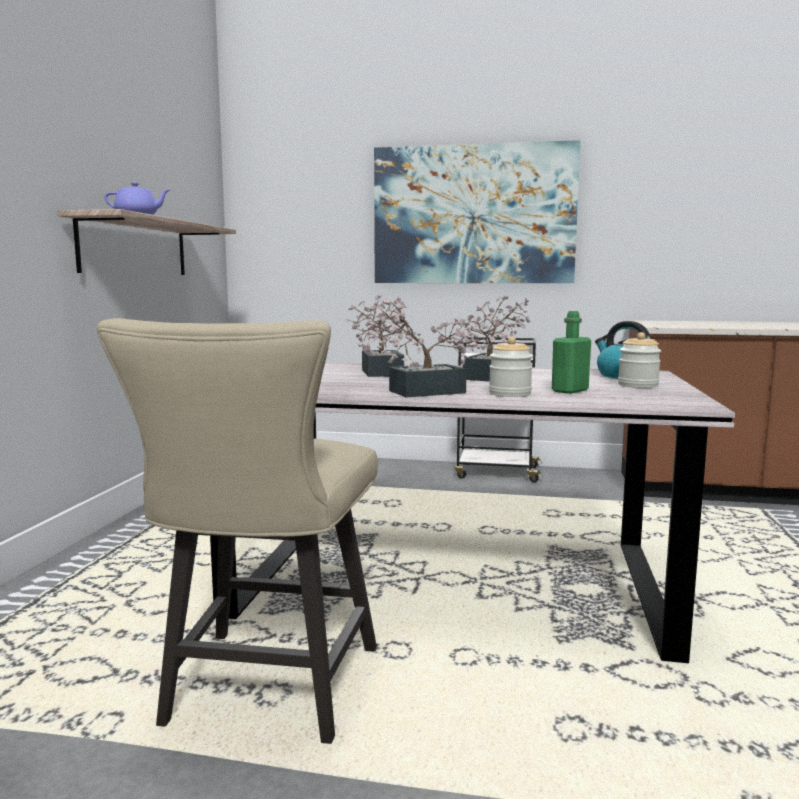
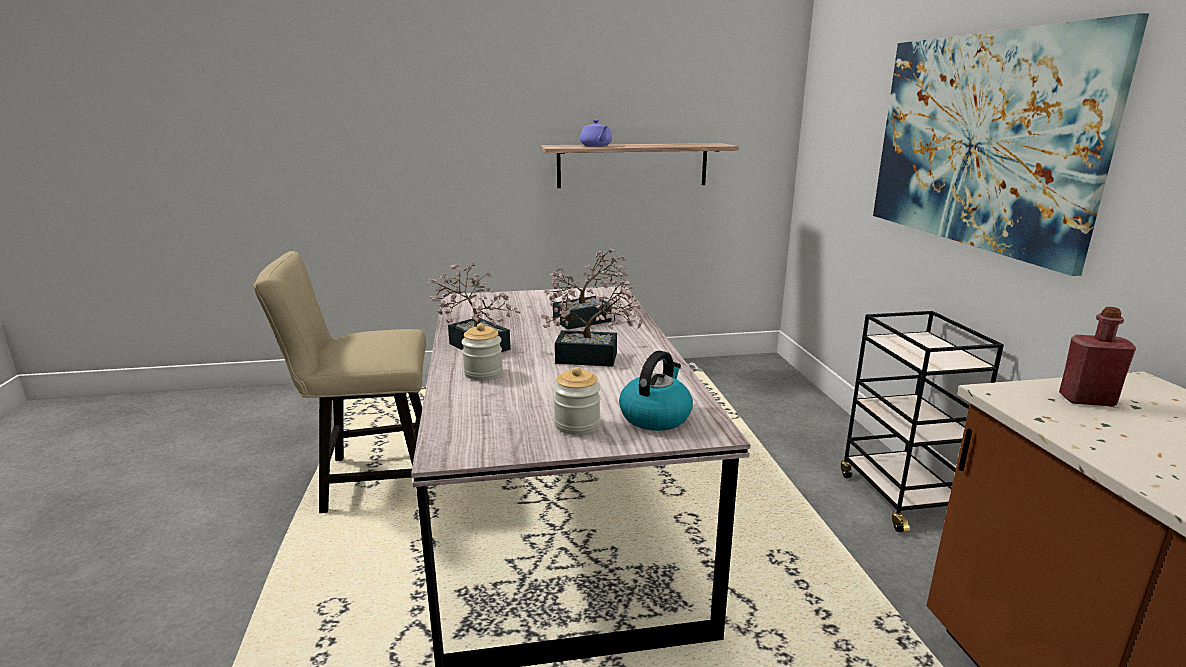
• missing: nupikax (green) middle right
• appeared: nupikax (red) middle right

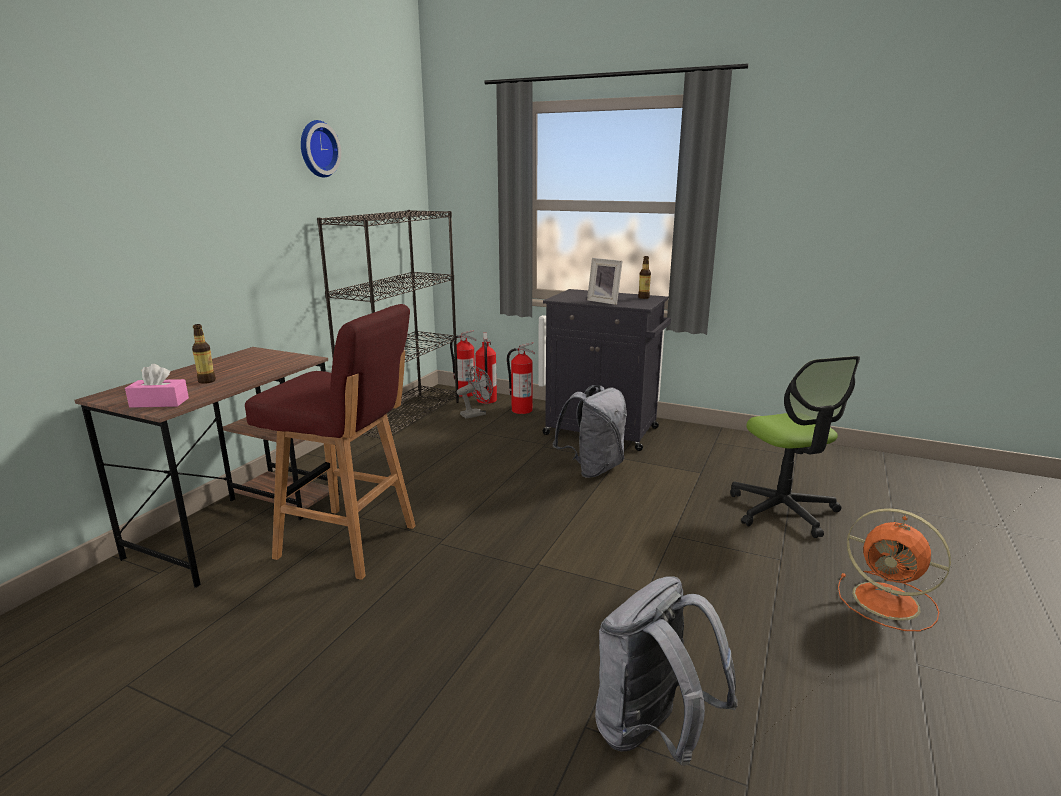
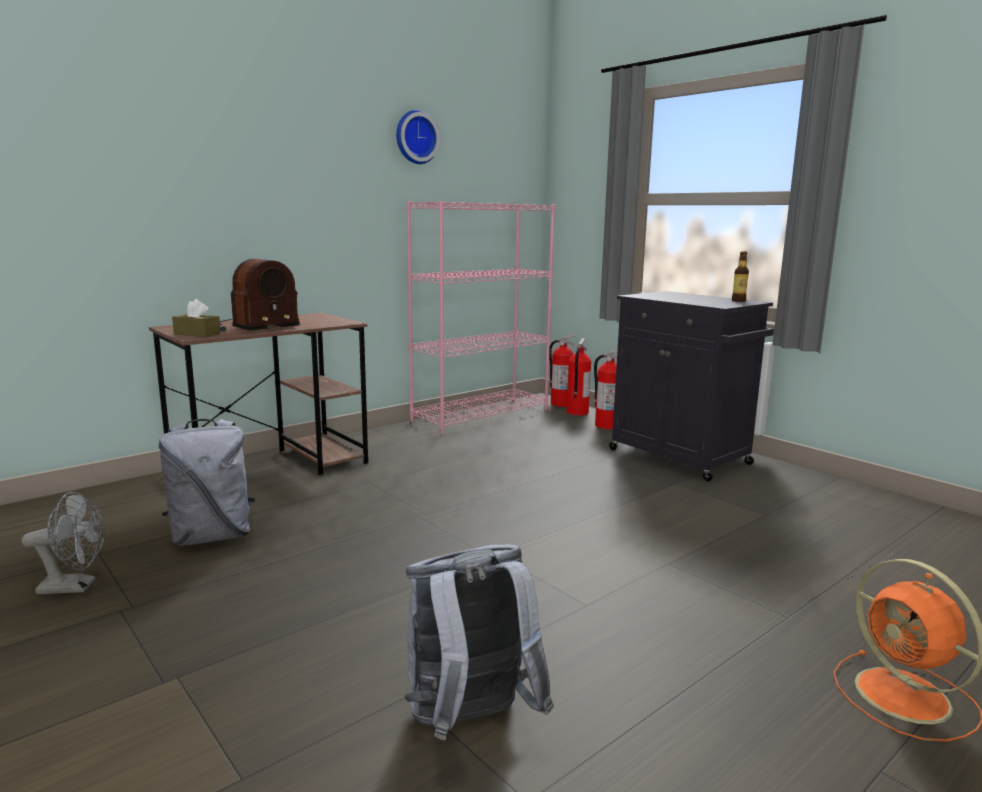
• colour: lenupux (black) centre to lenupux (pink) centre
• missing: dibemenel centre
• missing: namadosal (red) middle left
• exchanged: nupikax (no. 1 from left) middle left to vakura middle left
• missing: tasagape middle right
• colour: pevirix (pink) middle left to pevirix (brown) middle left
• relocated: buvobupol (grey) centre to bottom left
• relocated: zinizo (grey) (no. 1 from left) centre to middle left

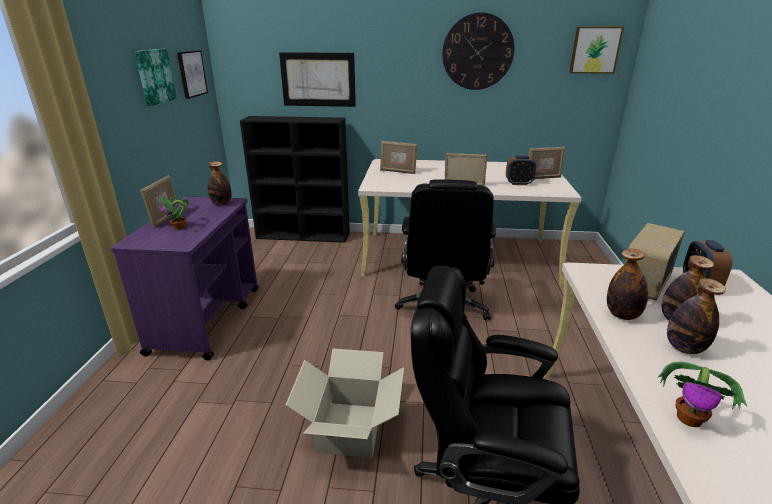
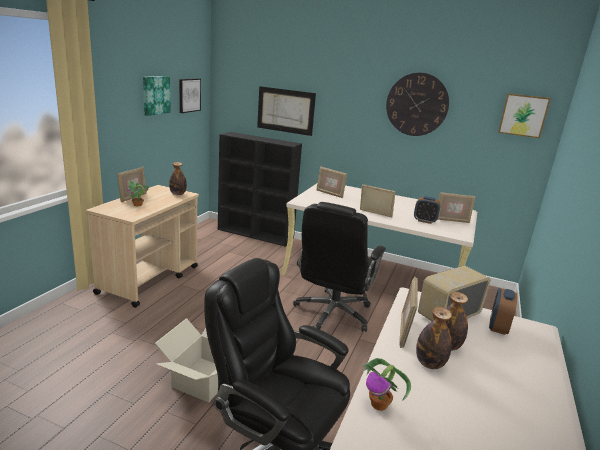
• colour: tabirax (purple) middle left to tabirax (beige) middle left
• exchanged: nupikax (no. 2 from left) middle right to dibemenel (no. 4 from left) bottom right

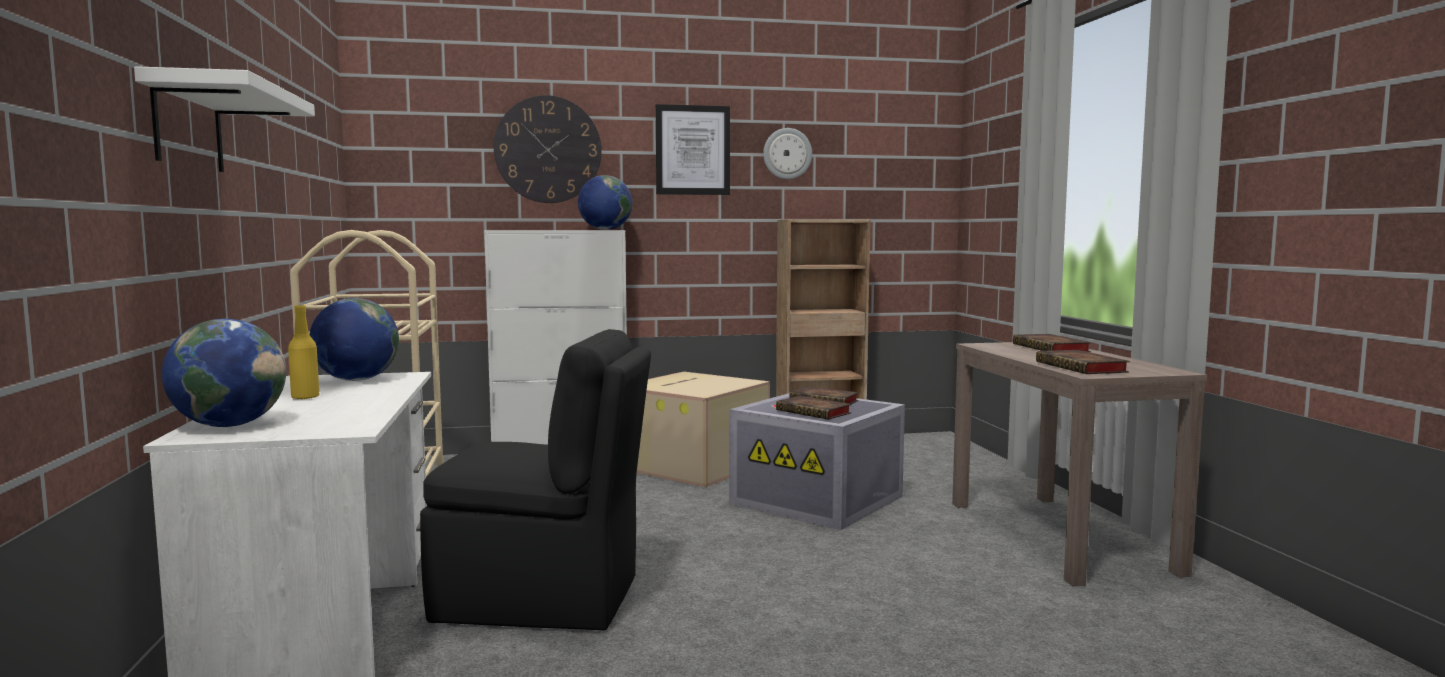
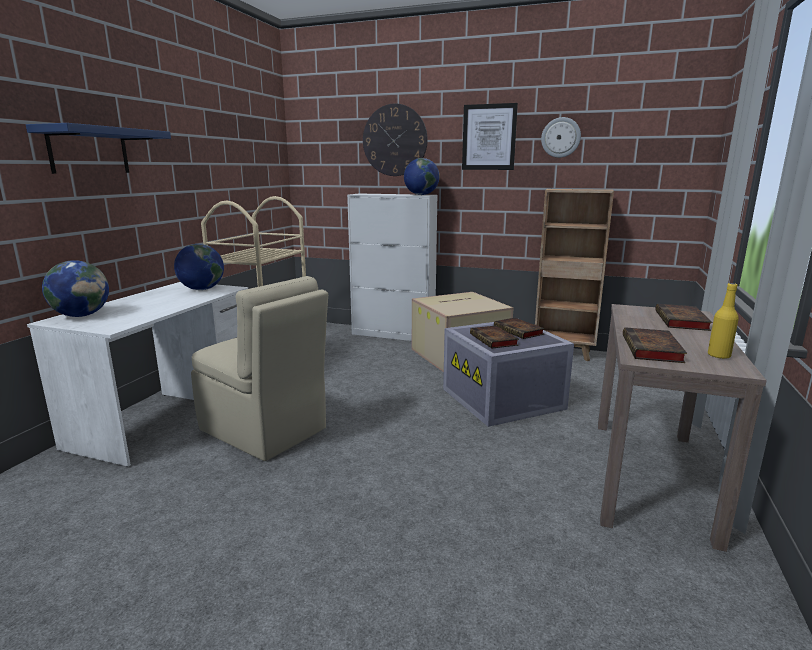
• colour: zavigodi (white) top left to zavigodi (blue) top left
• relocated: nupikax (yellow) middle left to middle right
• colour: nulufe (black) bottom centre to nulufe (beige) middle left

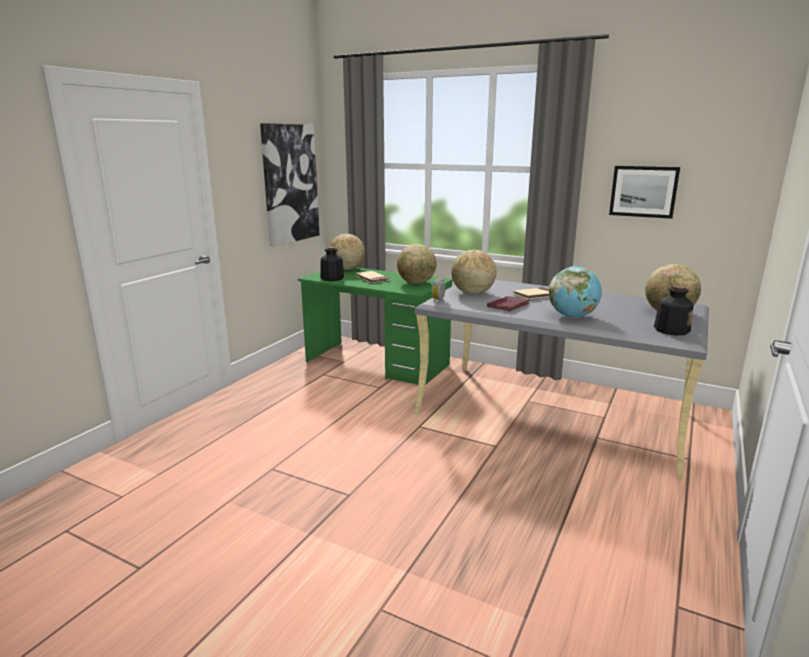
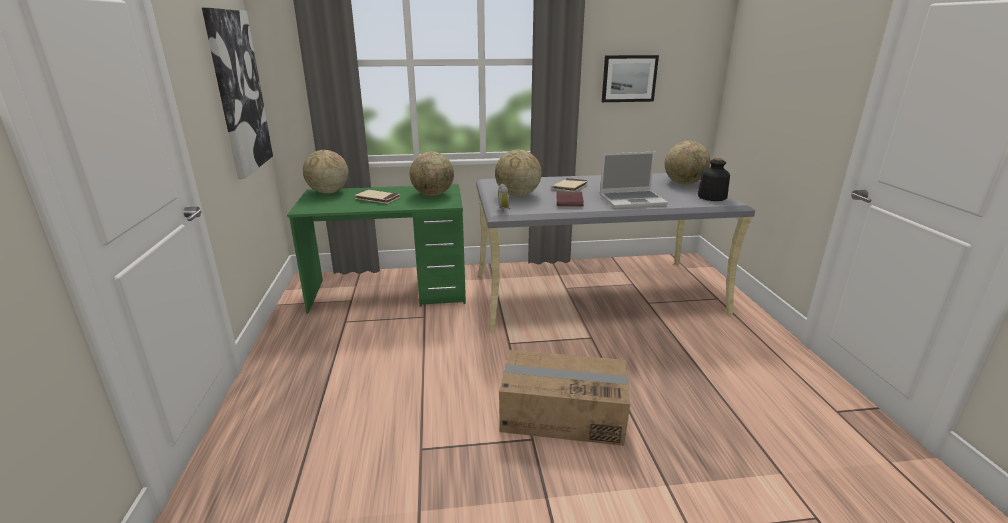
• missing: nupikax (no. 1 from left) centre
• exchanged: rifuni (no. 4 from left) middle right to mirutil centre
• appeared: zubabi bottom centre

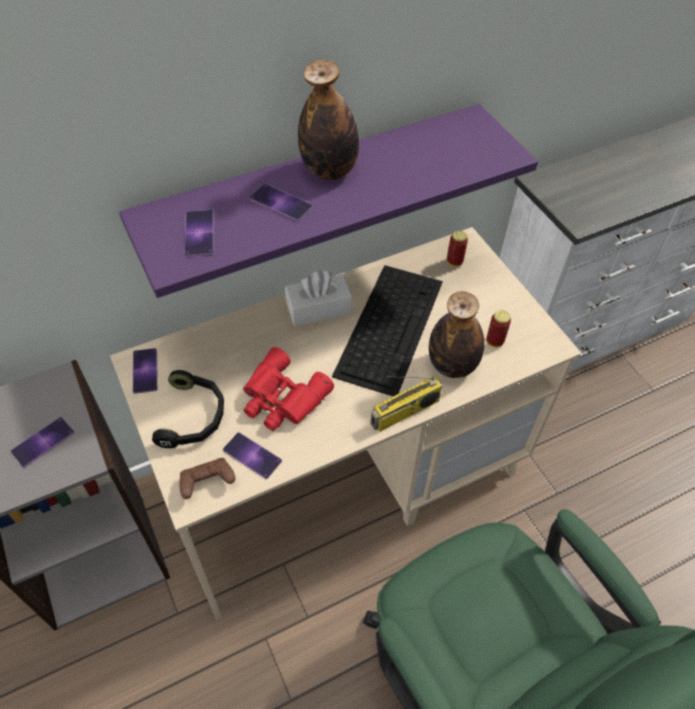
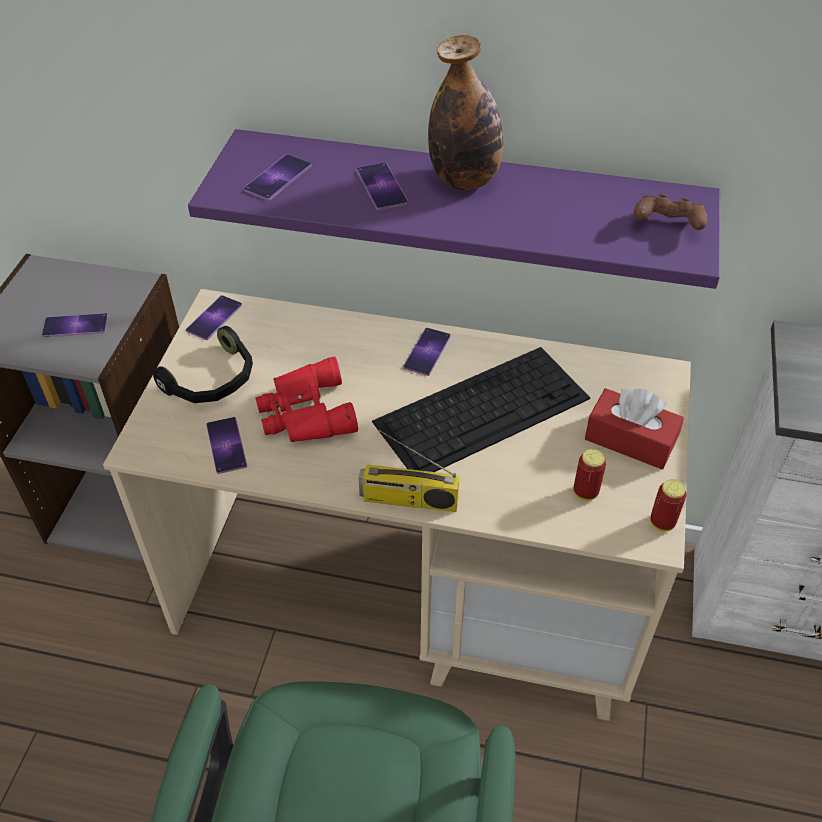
• relocated: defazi (no. 1 from left in the first image) centre to defazi (no. 2 from left) middle right
• exchanged: pevirix (white) centre to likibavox (no. 6 from left) centre
• missing: nupikax (no. 2 from left) centre
• relocated: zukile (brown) bottom left to top right
• appeared: pevirix (red) middle right

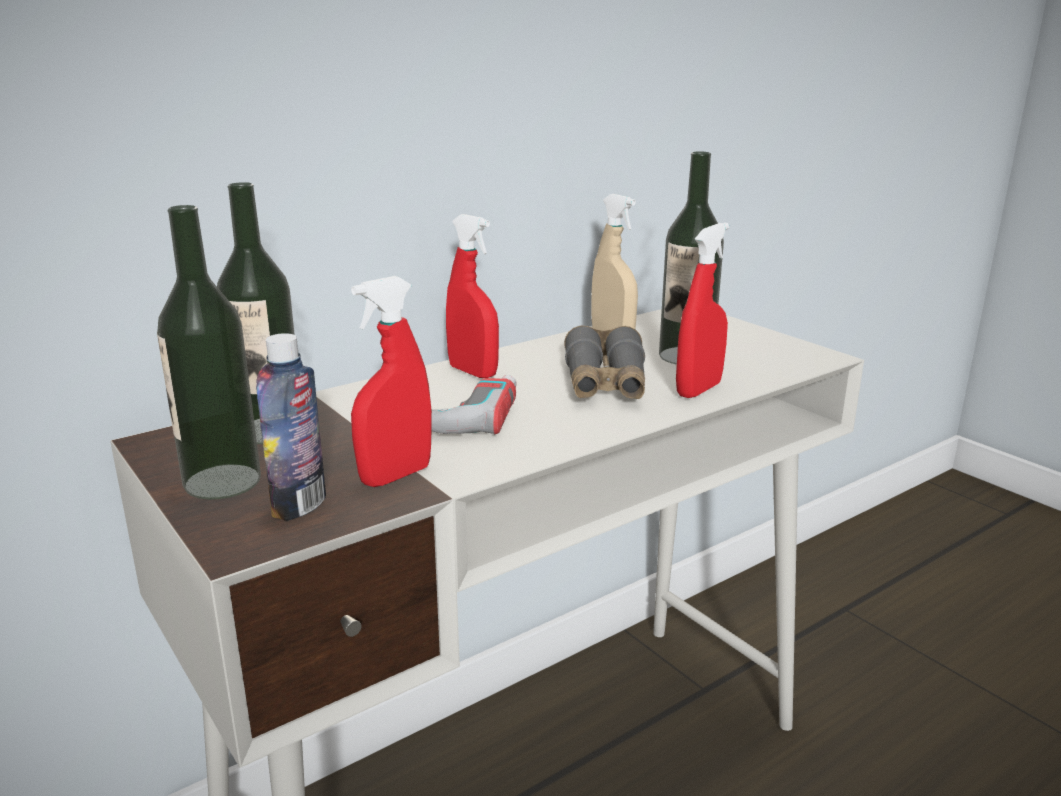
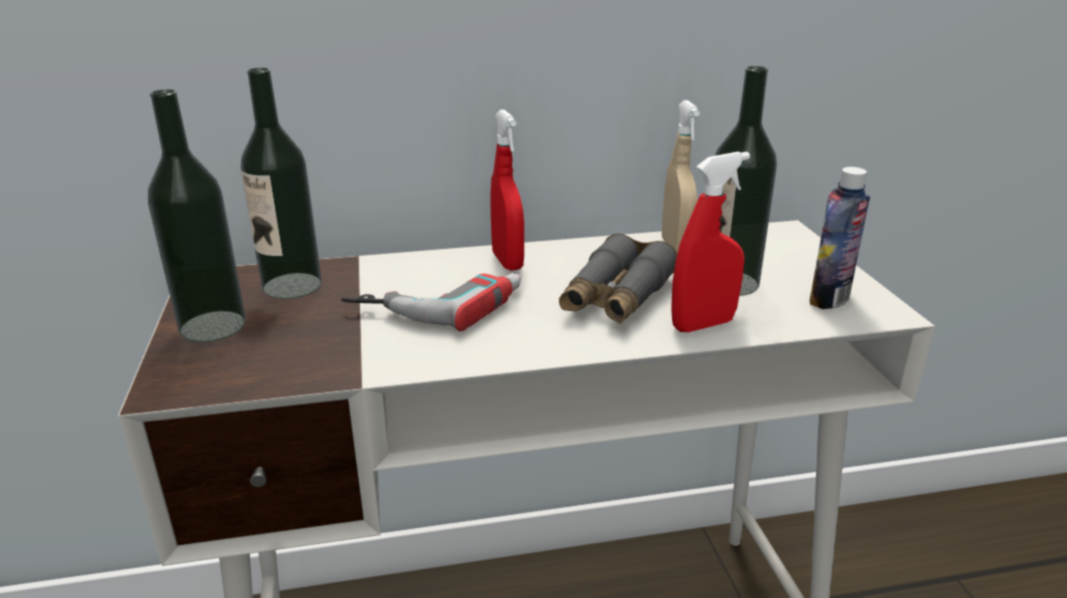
• missing: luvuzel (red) (no. 1 from left) centre
• relocated: nupikax (no. 3 from left in the first image) middle left to nupikax (no. 4 from left) middle right

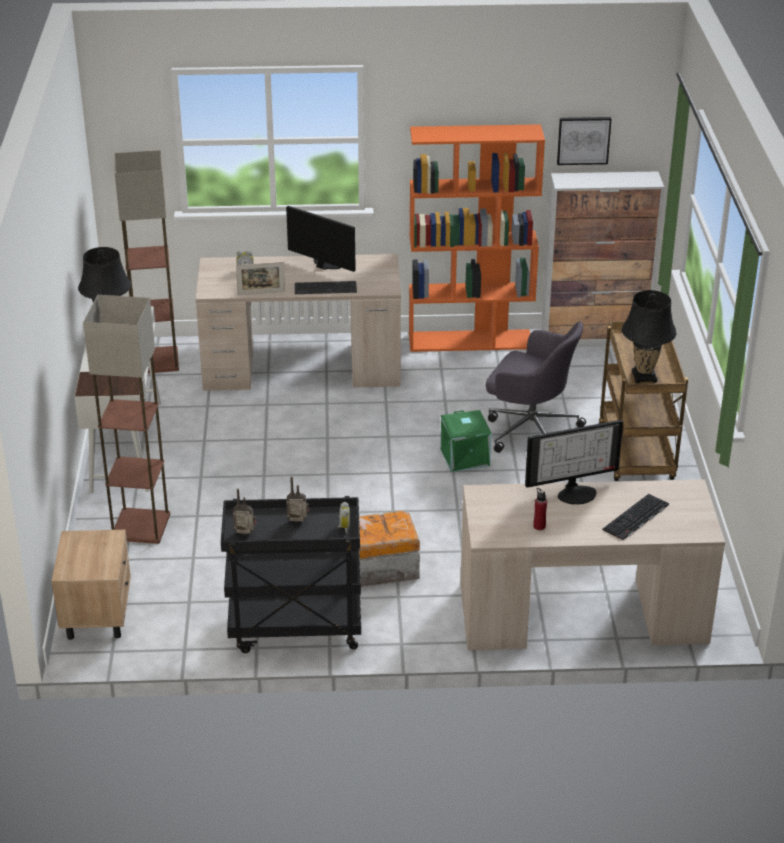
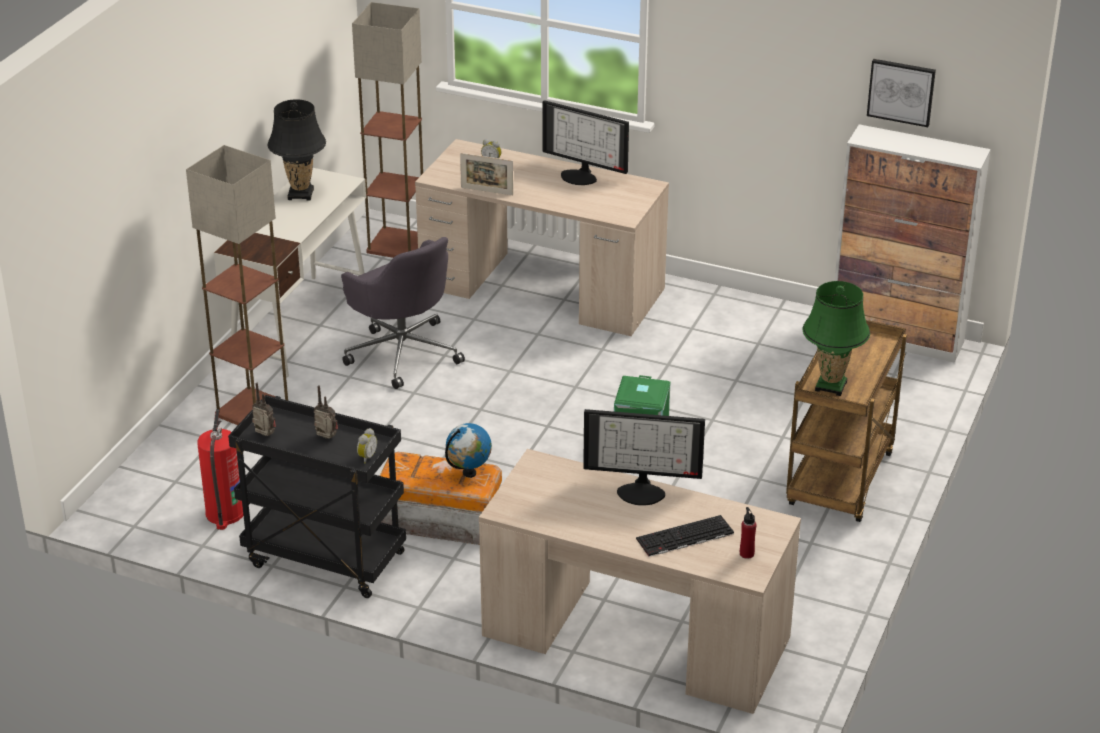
• missing: lenupux (orange) top centre
• spun: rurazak (no. 1 from left) top centre = top centre 150 degrees clockwise
• missing: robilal (no. 1 from left) centre
• colour: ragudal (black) (no. 2 from left) middle right to ragudal (green) middle right
• relocated: tasagape (grey) middle right to centre
• relocated: nupikax (red) middle right to bottom right
• missing: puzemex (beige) bottom left
• appeared: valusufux middle left
• appeared: rifuni centre

